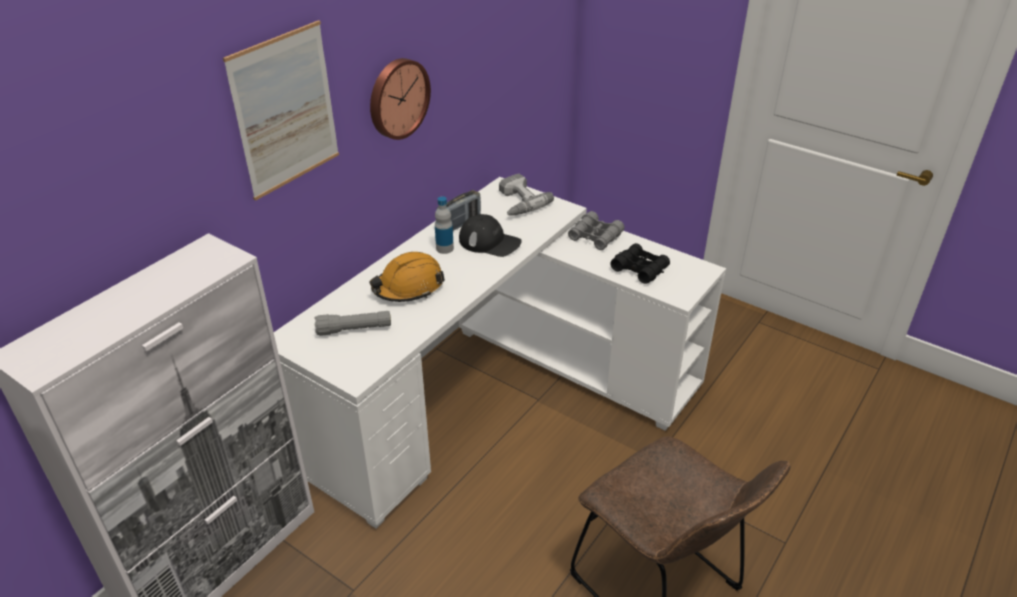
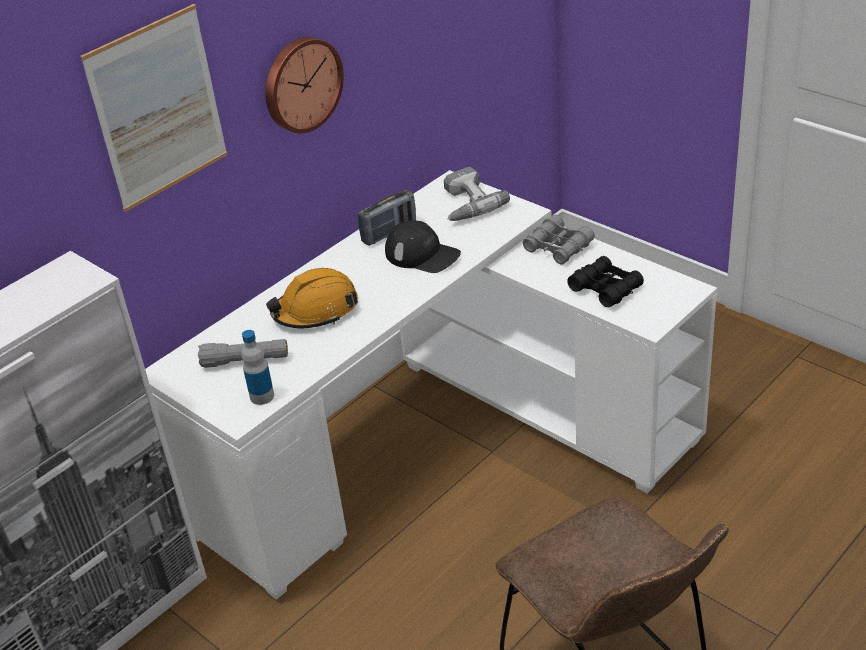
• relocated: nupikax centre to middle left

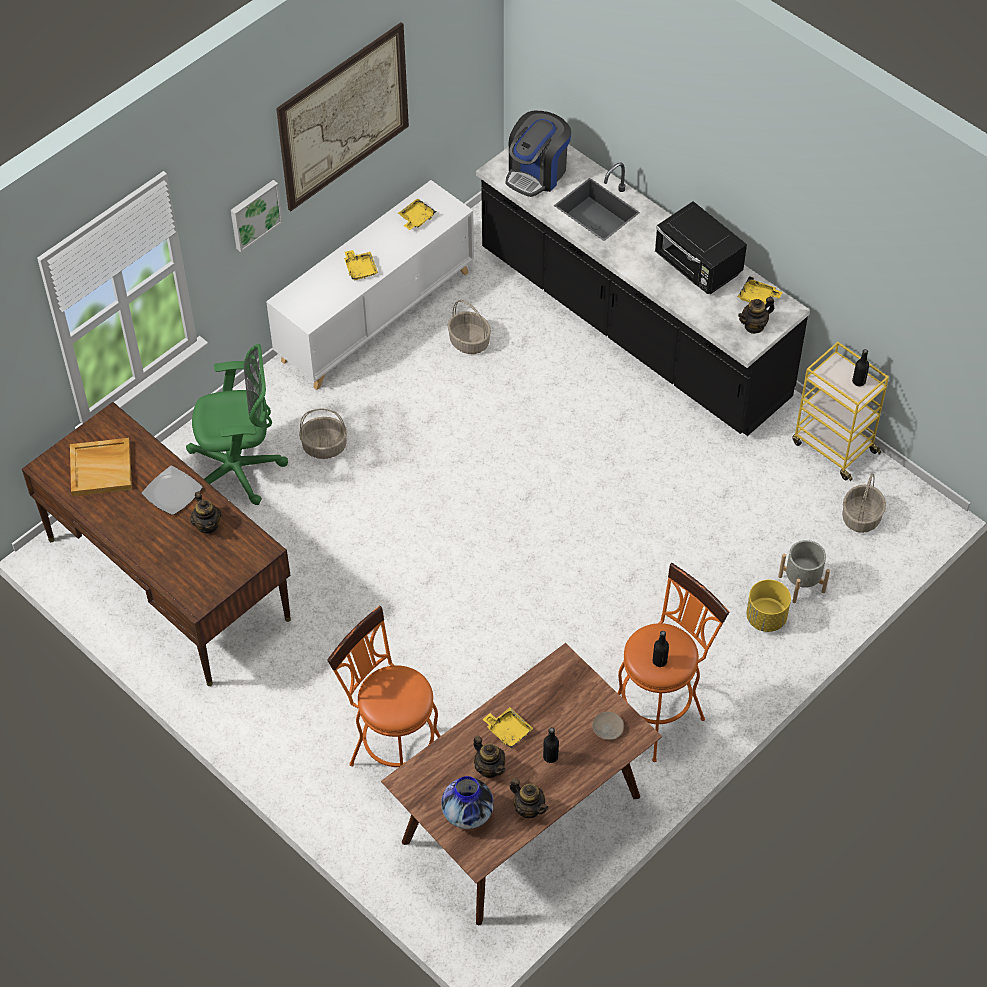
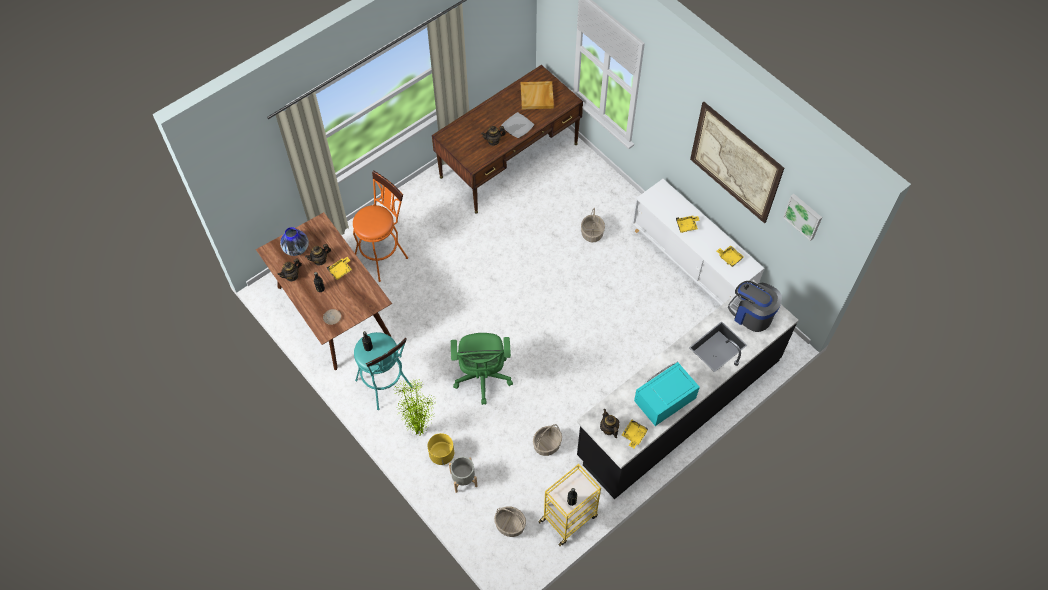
• relocated: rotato (no. 1 from left in the first image) top left to rotato (no. 2 from left) middle right
• colour: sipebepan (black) top right to sipebepan (turquoise) bottom centre
• relocated: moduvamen (no. 2 from left) top centre to bottom centre
• relocated: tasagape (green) middle left to centre
• colour: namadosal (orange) (no. 2 from left) bottom right to namadosal (turquoise) centre
• appeared: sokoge bottom centre

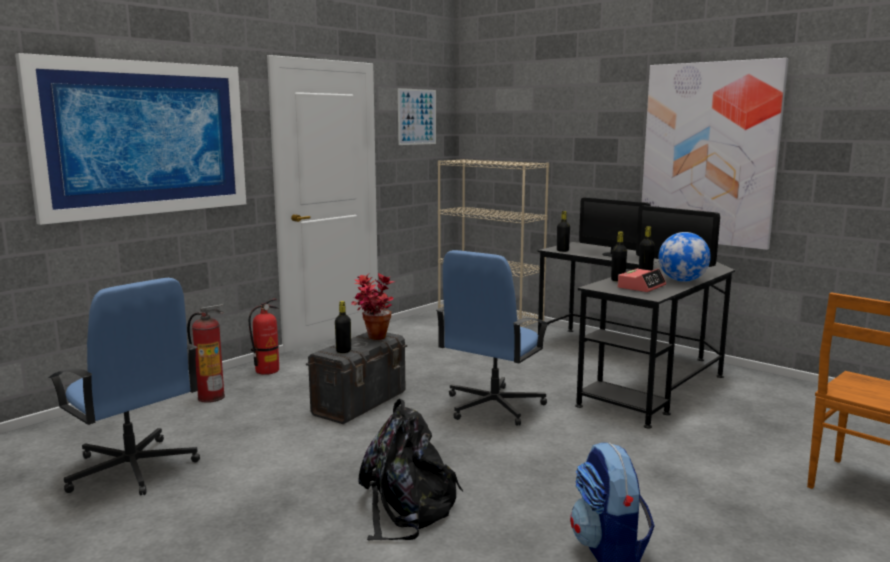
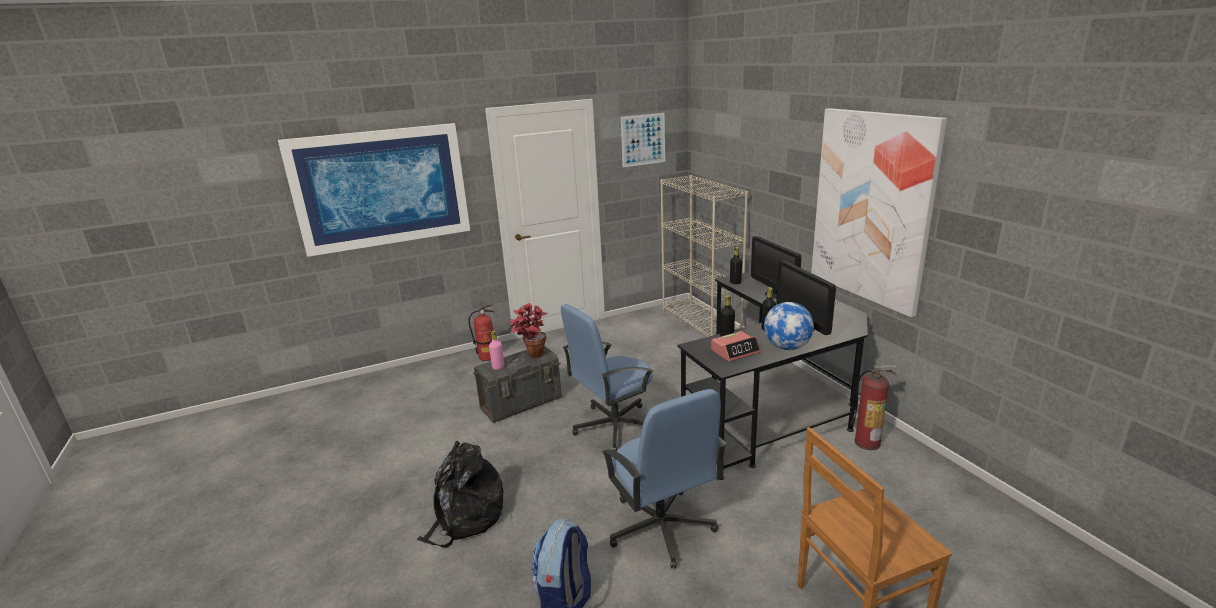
• relocated: tasagape (blue) (no. 1 from left in the first image) bottom left to tasagape (blue) (no. 2 from left) bottom centre
• colour: nupikax (black) (no. 1 from left) centre to nupikax (pink) centre
• relocated: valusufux (no. 1 from left in the first image) middle left to valusufux (no. 2 from left) bottom right

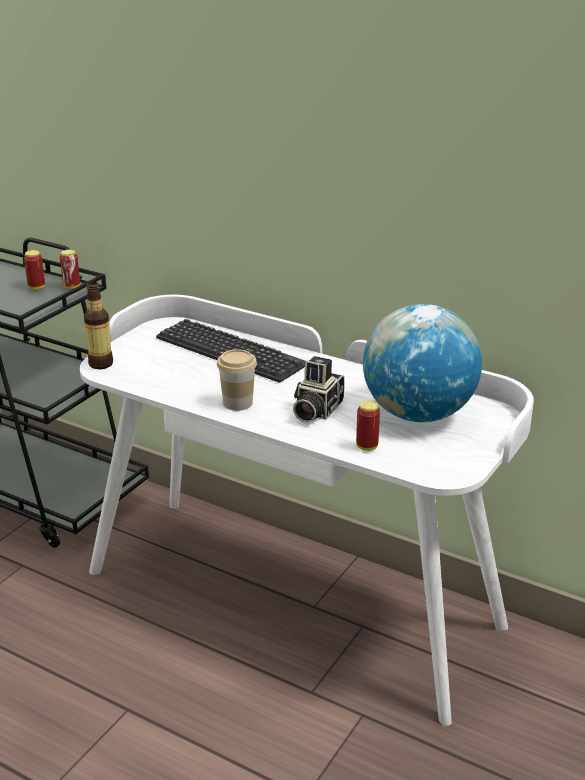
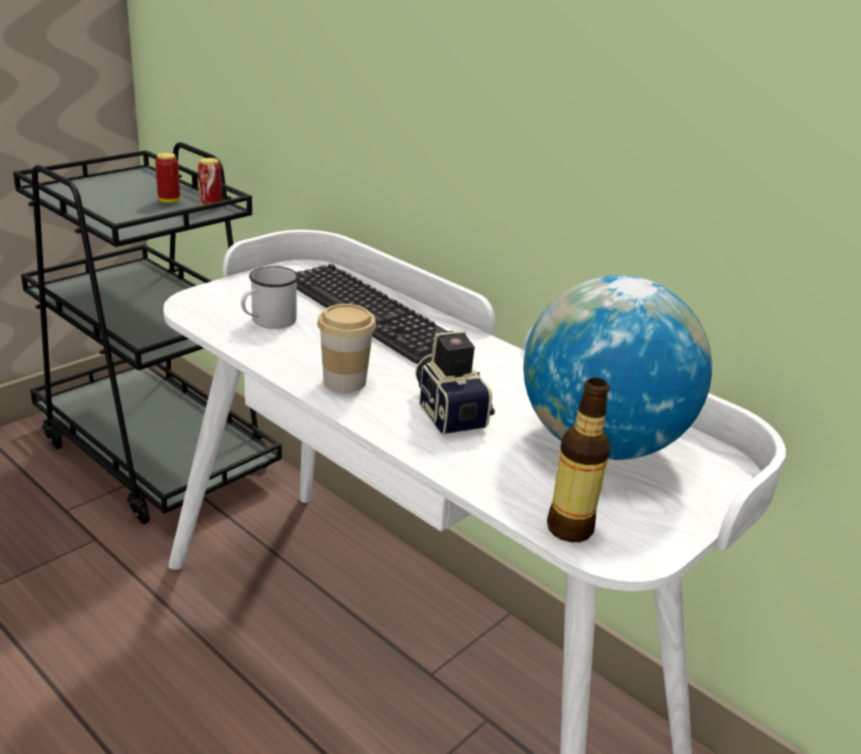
• relocated: nupikax middle left to middle right
• spun: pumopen centre = centre 120 degrees clockwise
• missing: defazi (no. 3 from left) centre
• appeared: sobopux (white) middle left

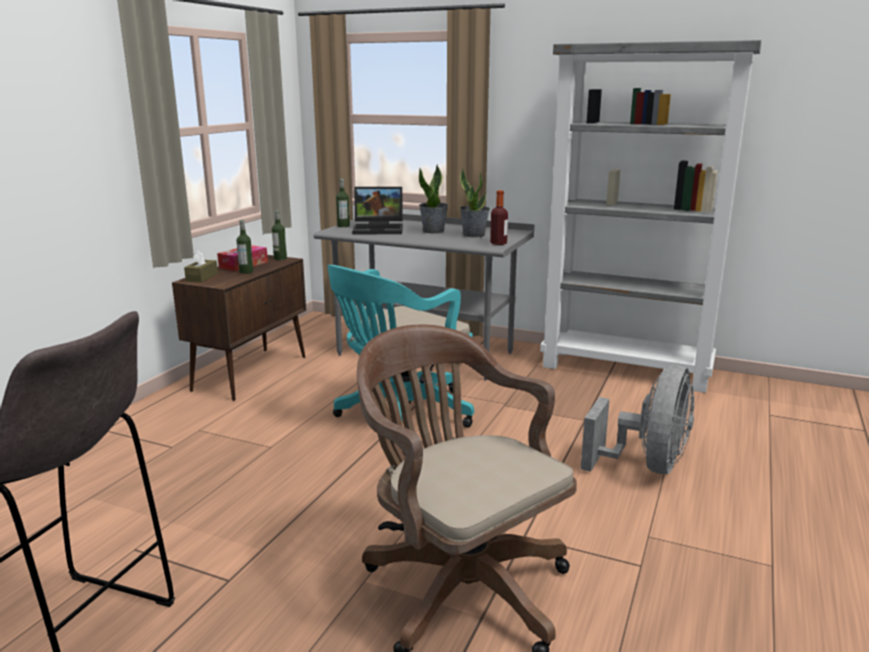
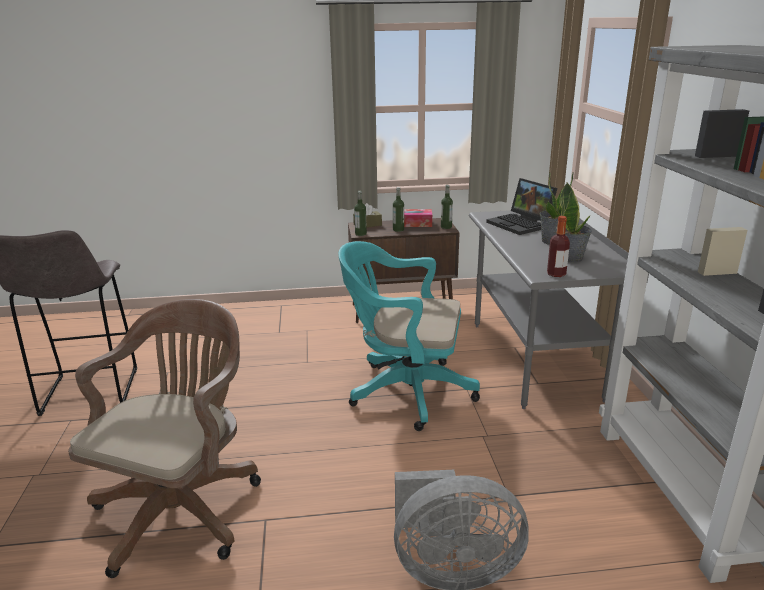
• relocated: nupikax (no. 3 from left in the first image) top centre to nupikax (no. 1 from left) centre

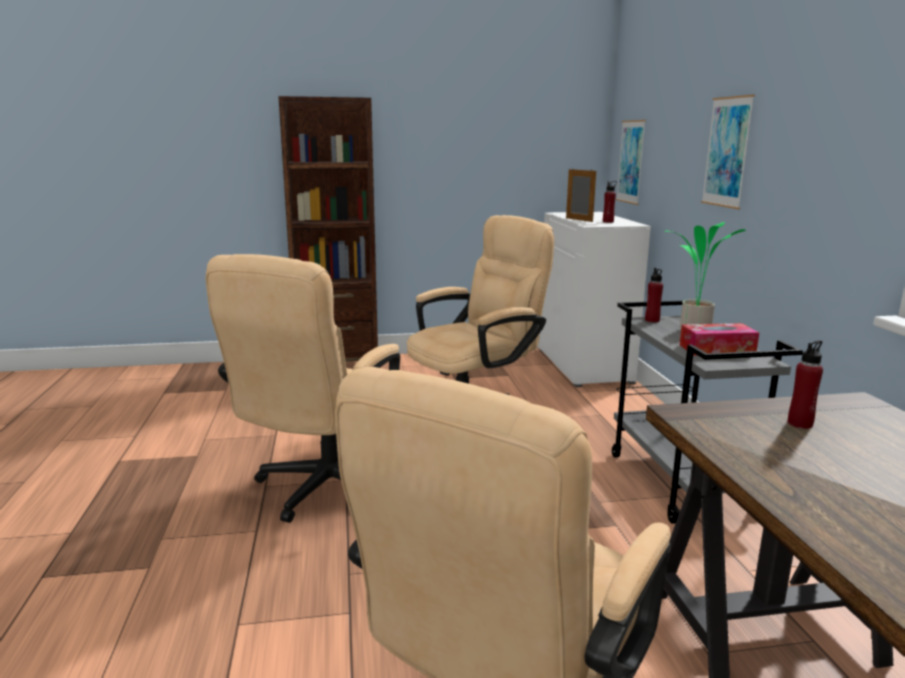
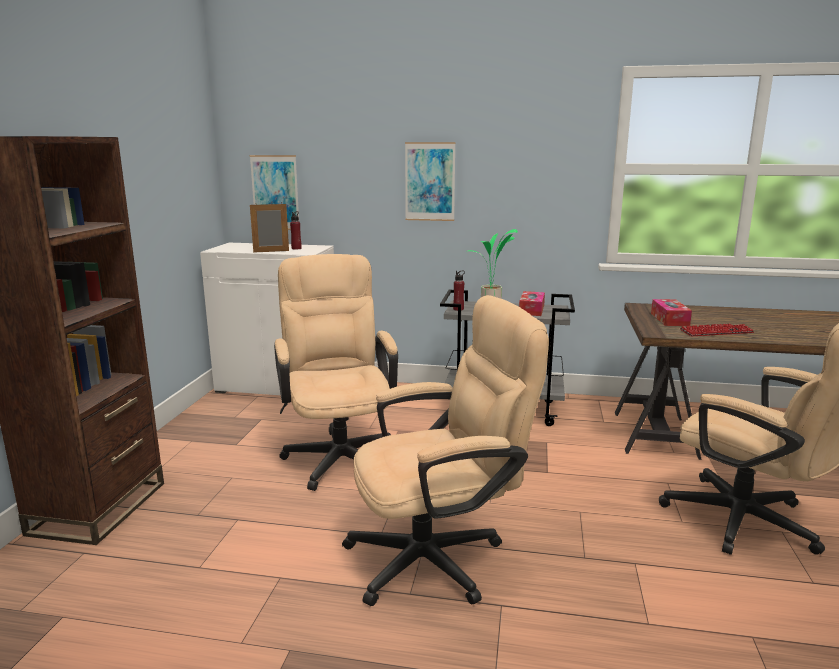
• spun: tasagape (beige) (no. 1 from left in the first image) centre = bottom centre 60 degrees counterclockwise
• exchanged: nupikax (red) (no. 3 from left) middle right to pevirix (no. 2 from left) middle right
• appeared: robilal middle right

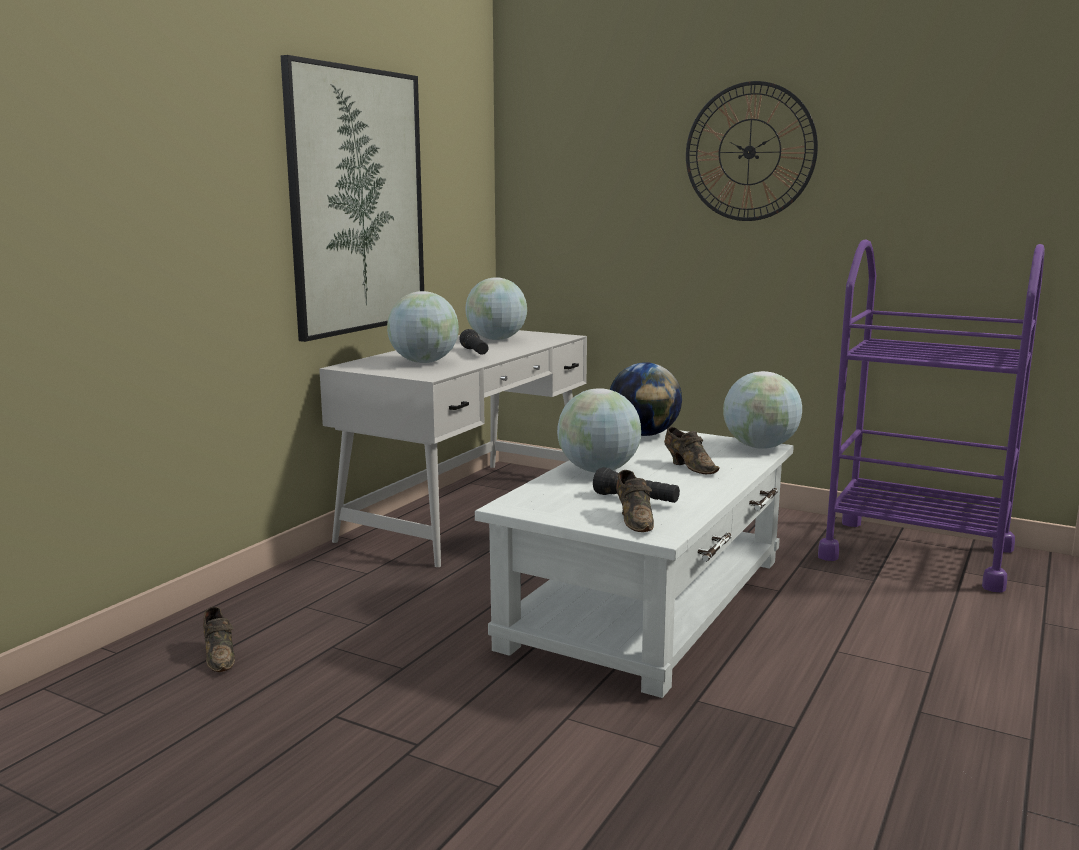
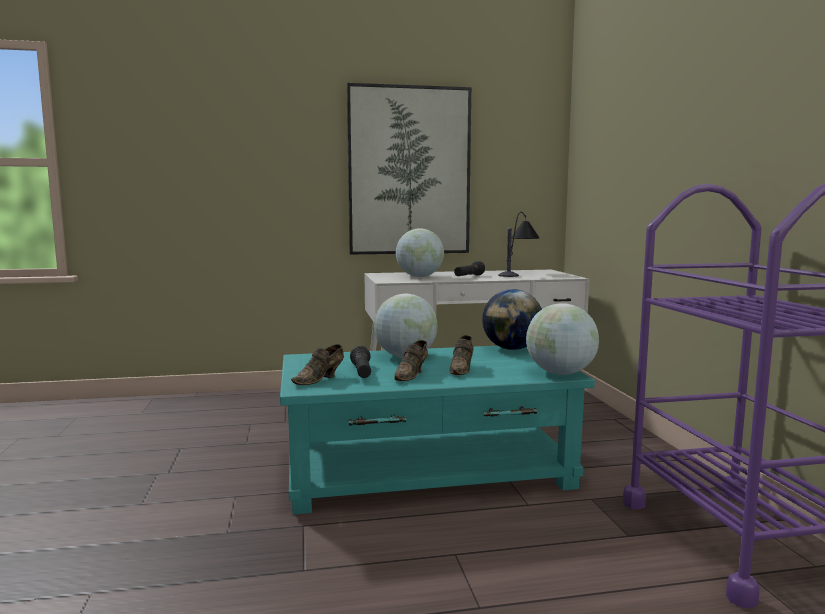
• missing: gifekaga top right
• exchanged: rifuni (no. 2 from left) centre to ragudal centre
• colour: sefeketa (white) centre to sefeketa (turquoise) bottom centre
• relocated: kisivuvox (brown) (no. 1 from left in the first image) bottom left to kisivuvox (brown) (no. 2 from left) centre

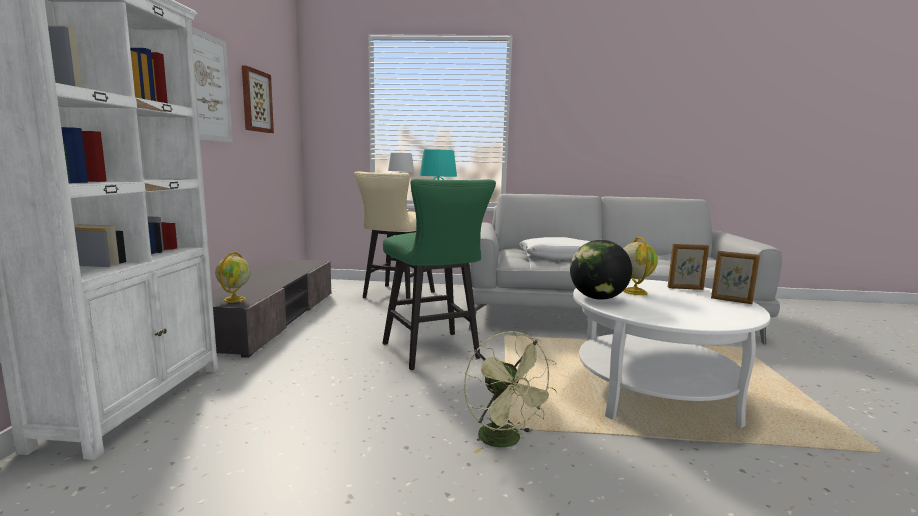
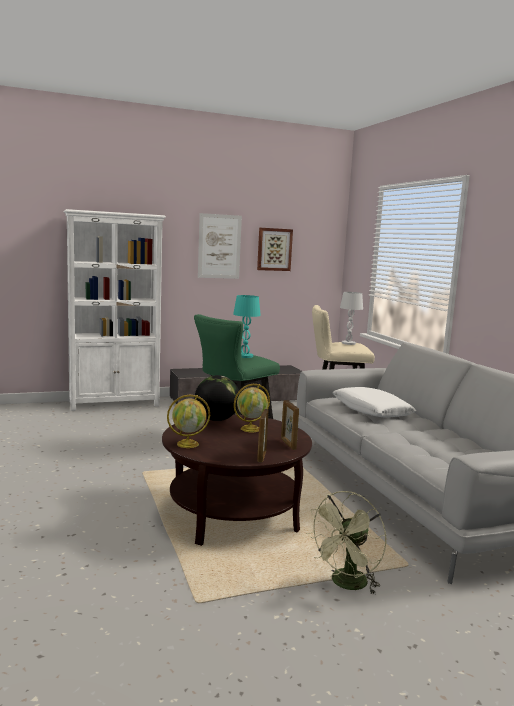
• relocated: rifuni (no. 1 from left) middle left to centre
• colour: sefeketa (white) bottom right to sefeketa (brown) bottom centre
• relocated: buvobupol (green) bottom centre to bottom right

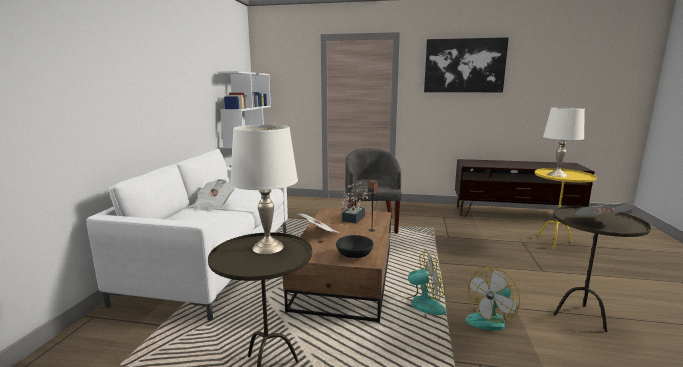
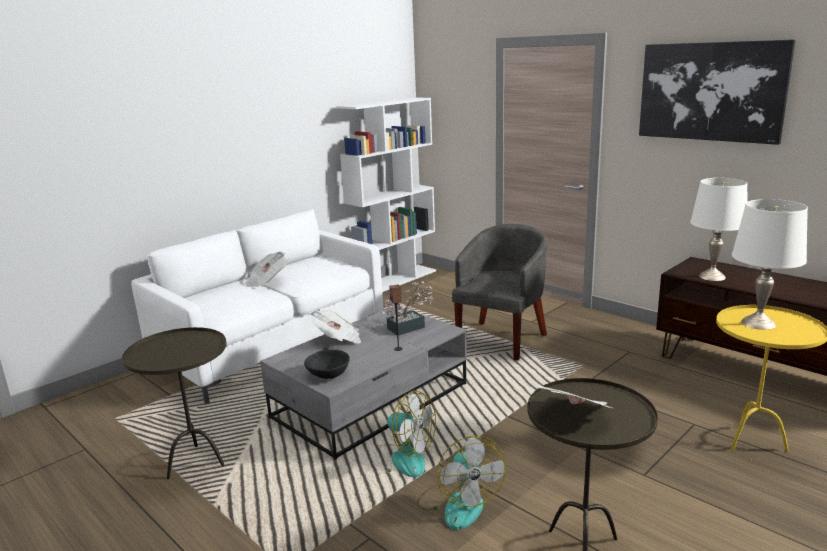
• relocated: ragudal (white) (no. 1 from left) centre to middle right
• colour: sefeketa (brown) bottom centre to sefeketa (grey) bottom centre
• spun: buvobupol (no. 2 from left) bottom right = bottom centre 105 degrees counterclockwise

